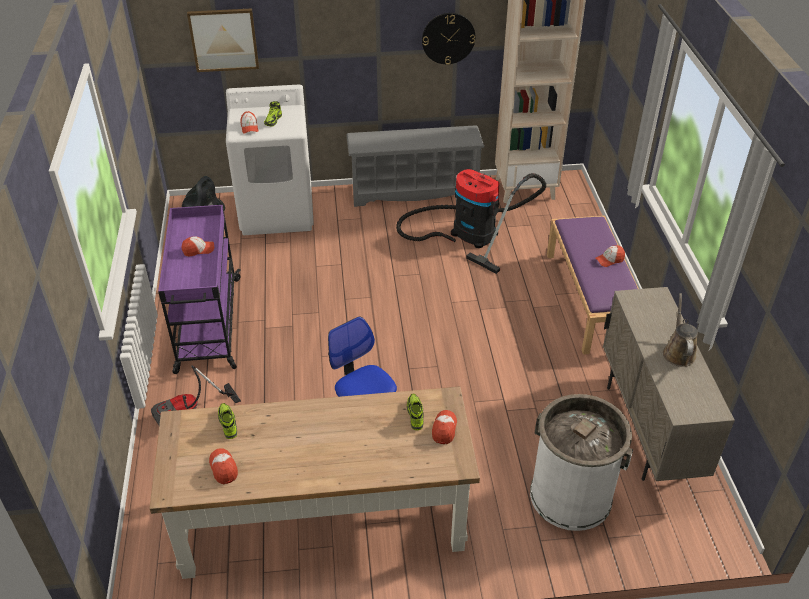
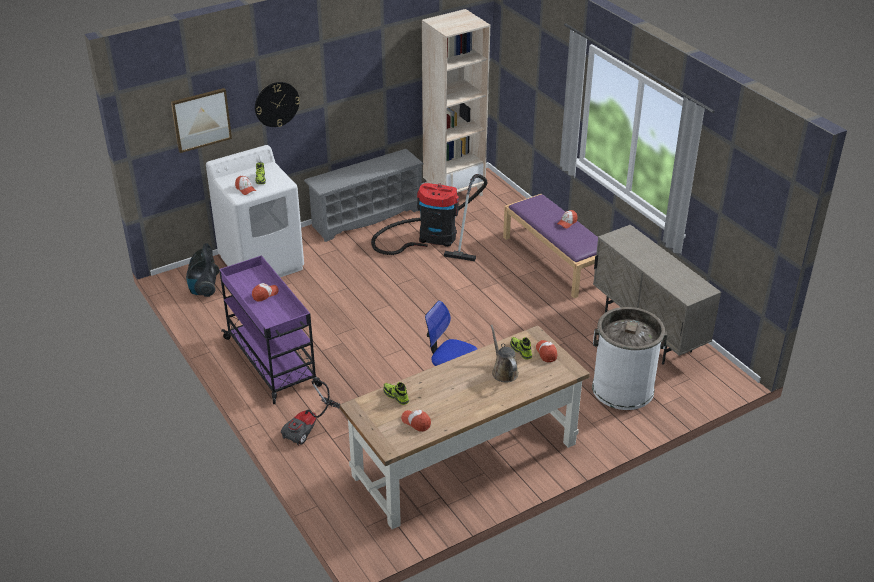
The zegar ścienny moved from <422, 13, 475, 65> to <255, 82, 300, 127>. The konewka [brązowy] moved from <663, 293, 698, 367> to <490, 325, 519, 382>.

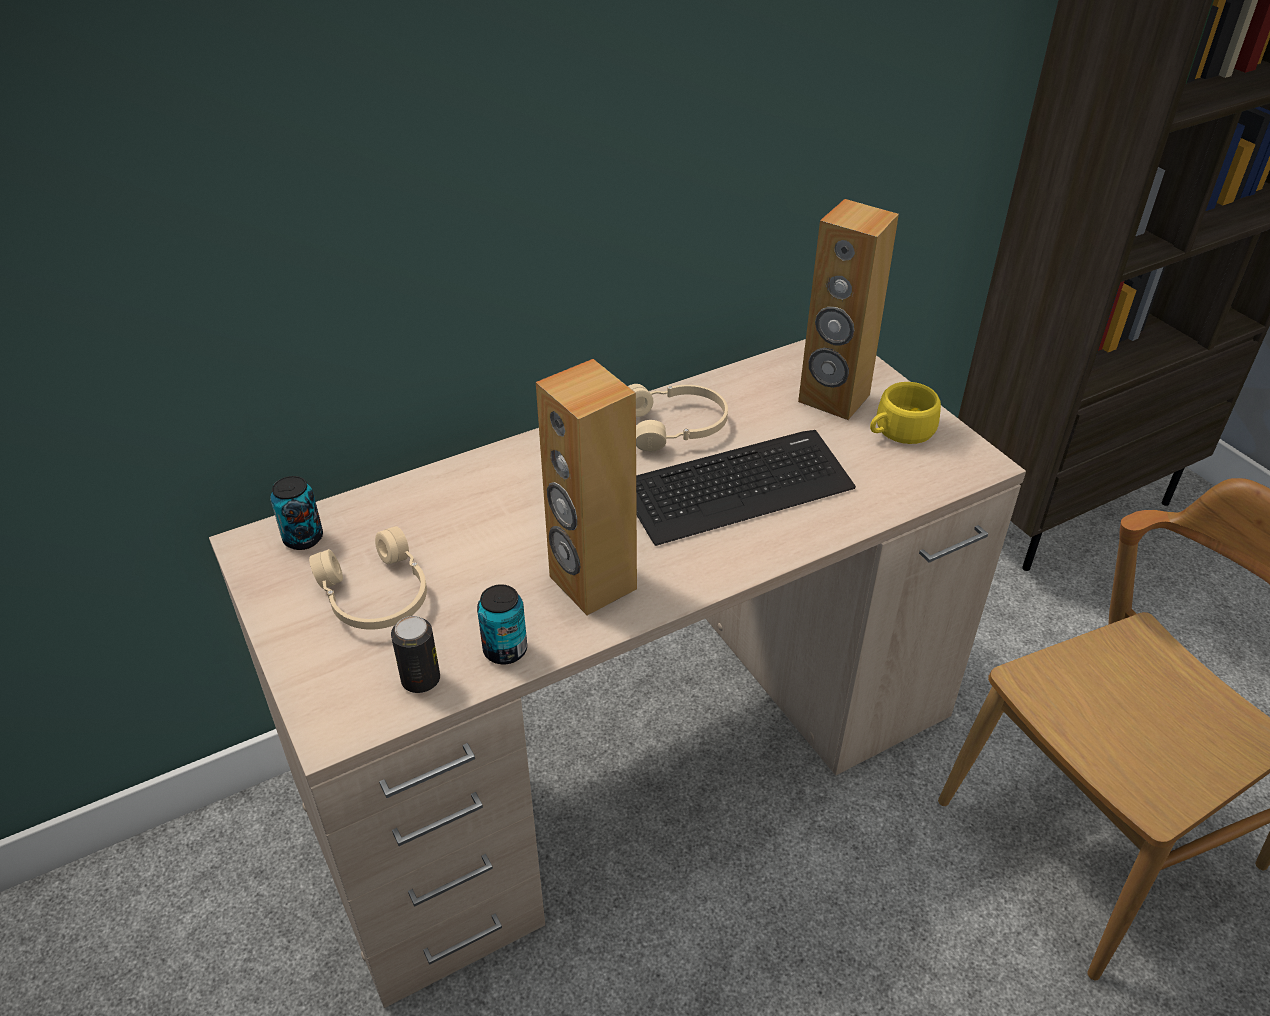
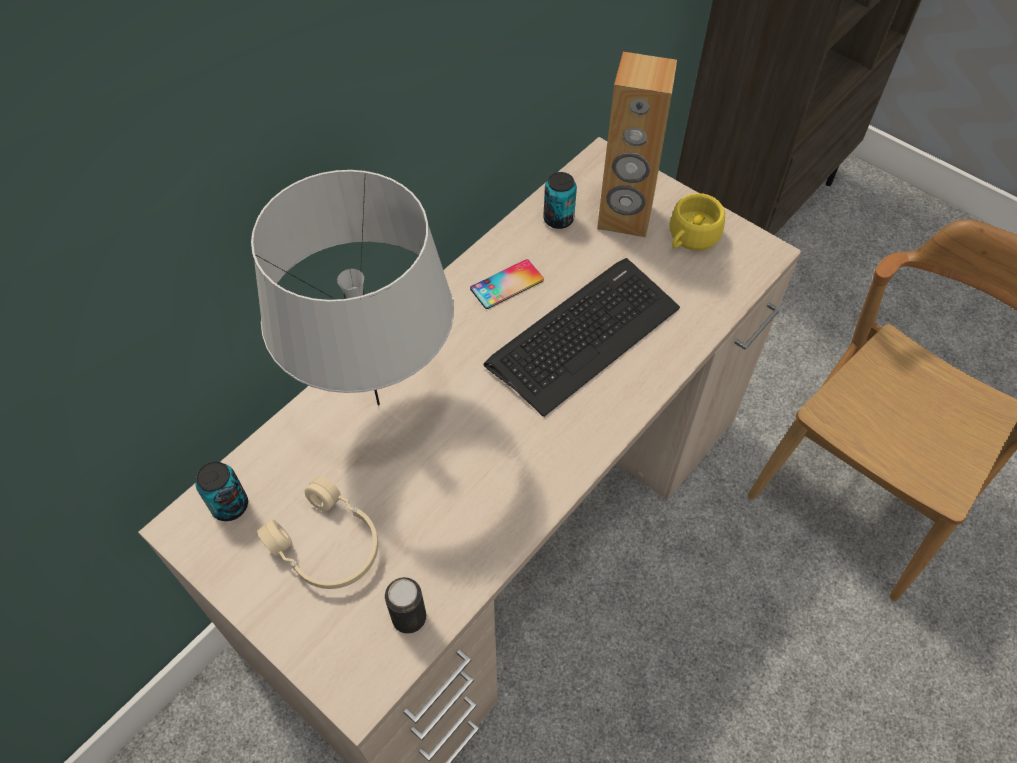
The puszka moved from <477, 584, 527, 664> to <543, 172, 577, 229>. The głośnik [brązowy] at <536, 359, 637, 615> disappeared. The słuchawki [beżowy] at <628, 384, 728, 451> was replaced by the telefon at <470, 259, 544, 309>. The lampa stołowa [szary] at <251, 170, 454, 406> appeared.

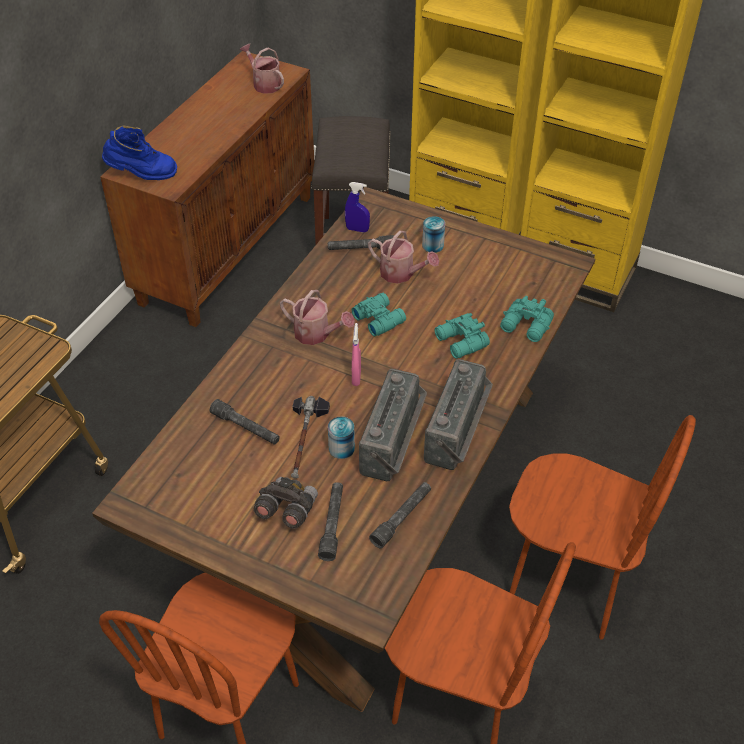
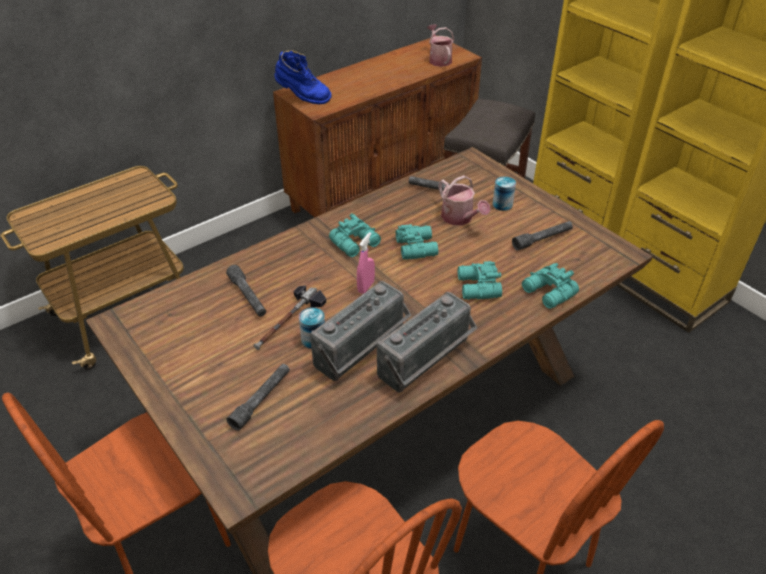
The lornetka [szary] at <254, 477, 318, 529> disappeared. The konewka at <280, 290, 355, 345> was replaced by the lornetka [turkusowy] at <329, 213, 381, 257>. The spryskiwacz [niebieski] at <345, 182, 370, 232> disappeared. The latarka [szary] moved from <369, 482, 431, 548> to <512, 221, 573, 251>.

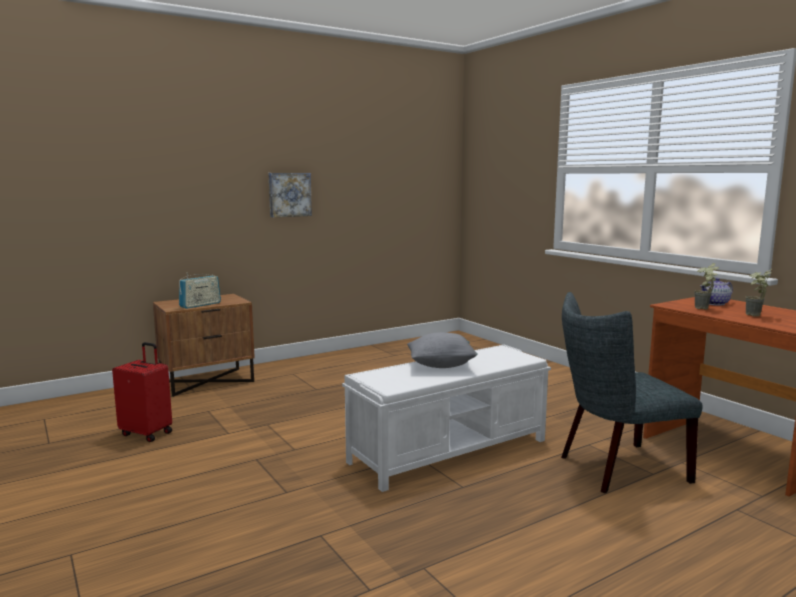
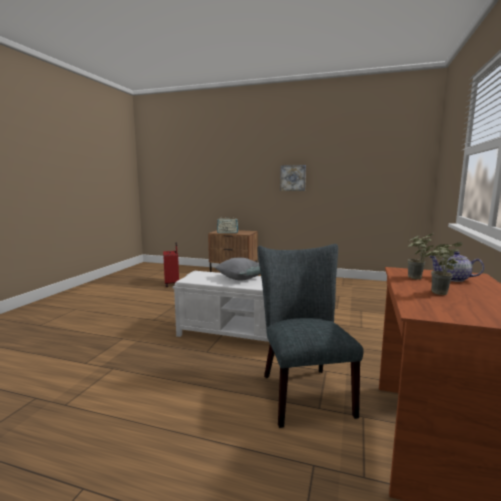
The krzesło [szary] at <561, 292, 703, 493> turned 45 degrees clockwise.

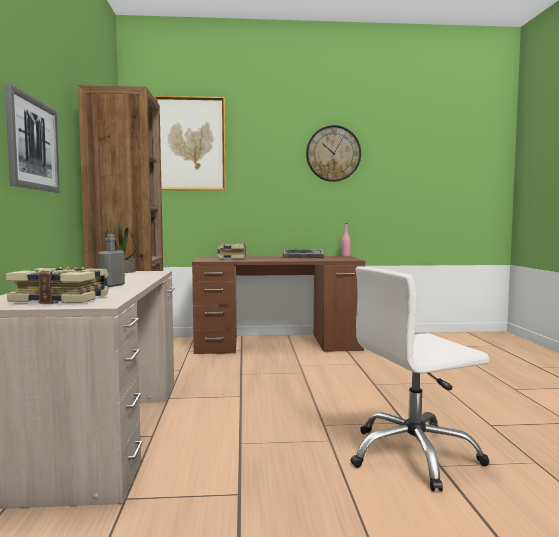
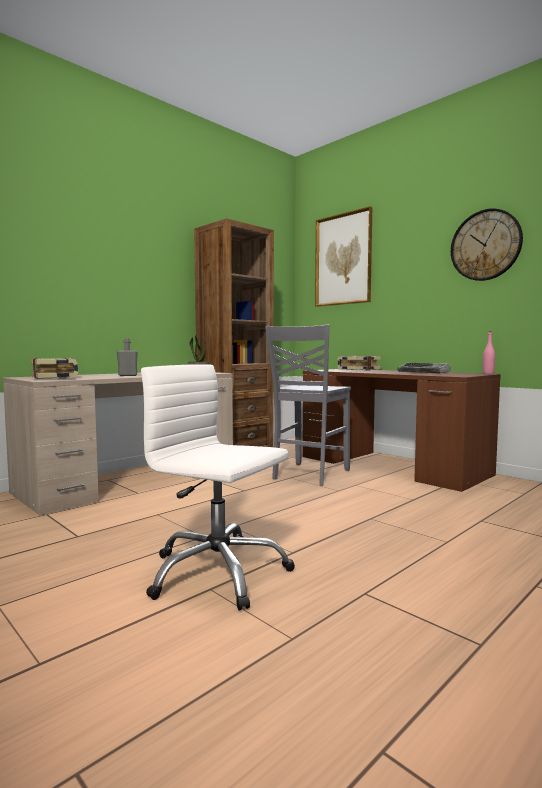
The obraz at <5, 83, 60, 193> disappeared. The krzesło [szary] at <265, 324, 351, 486> appeared.

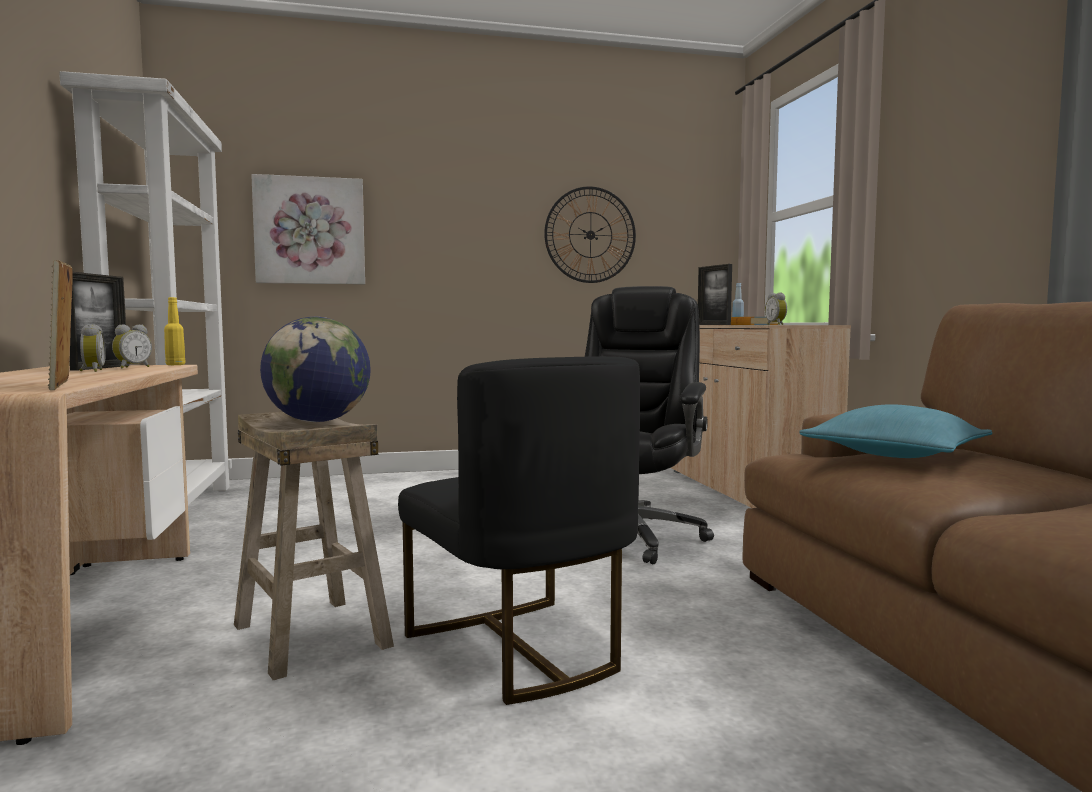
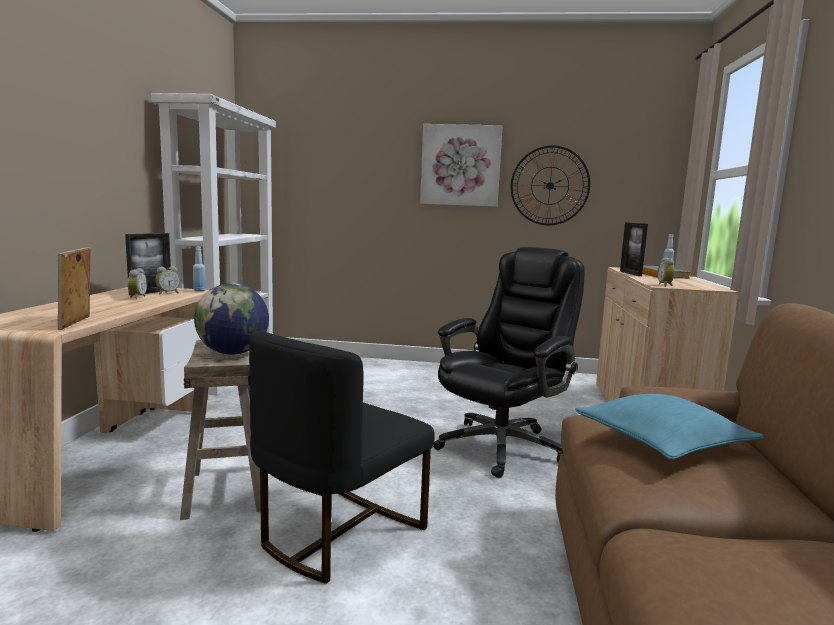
The butelka [żółty] at <164, 297, 185, 365> became the butelka [niebieski] at <193, 247, 206, 291>. The obraz moved from <251, 174, 365, 285> to <420, 124, 503, 207>. The krzesło [czarny] at <398, 356, 640, 705> turned 45 degrees clockwise.

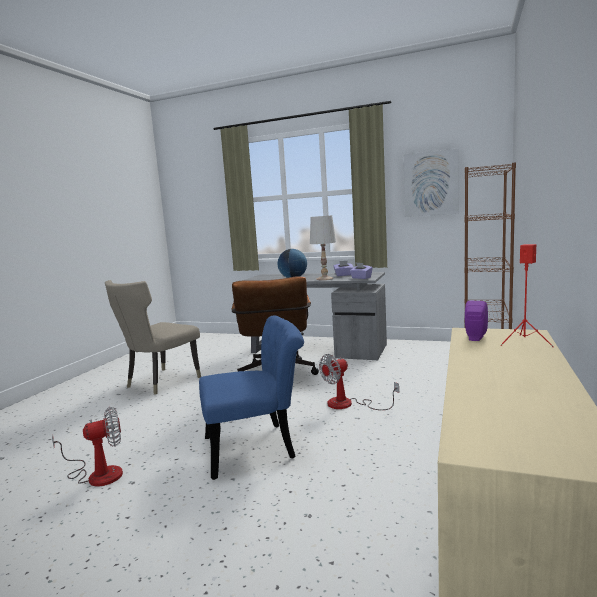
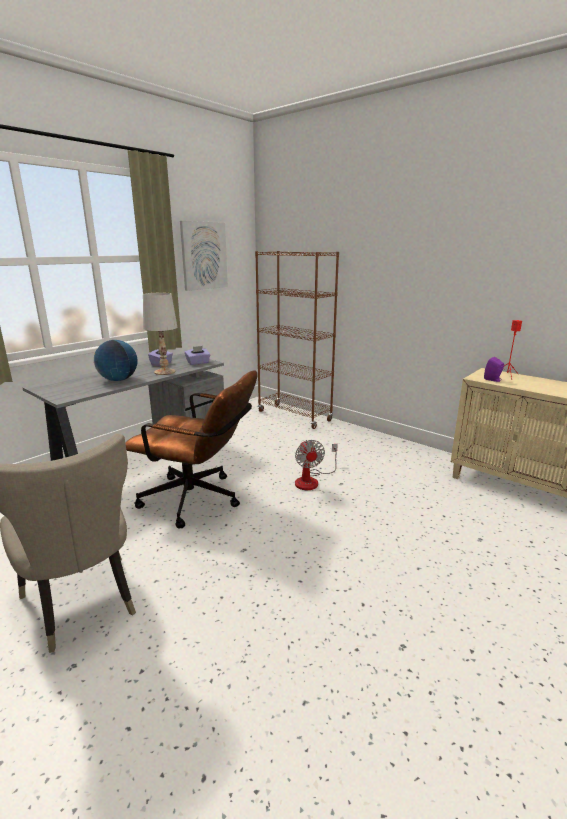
The wentylator at <52, 407, 123, 487> disappeared. The krzesło [niebieski] at <199, 315, 304, 480> disappeared.

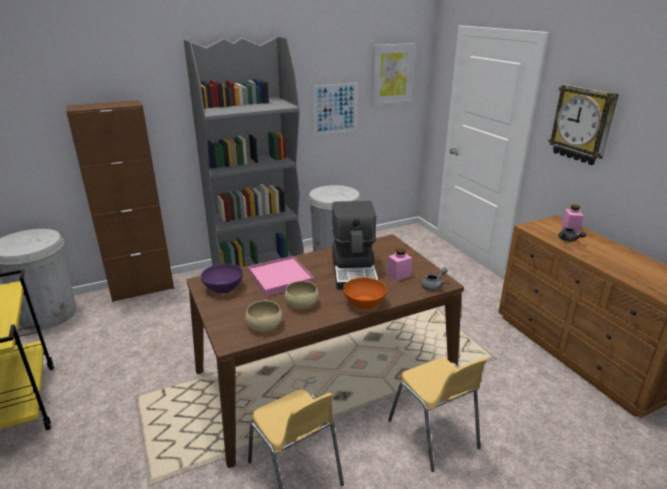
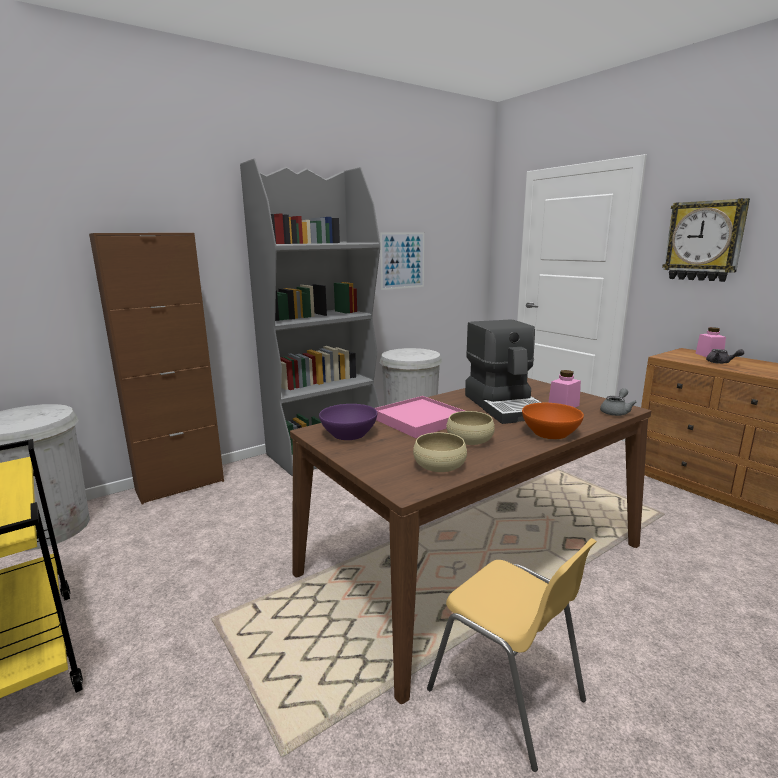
The obraz at <371, 43, 415, 106> disappeared. The krzesło [żółty] at <388, 358, 487, 472> disappeared.

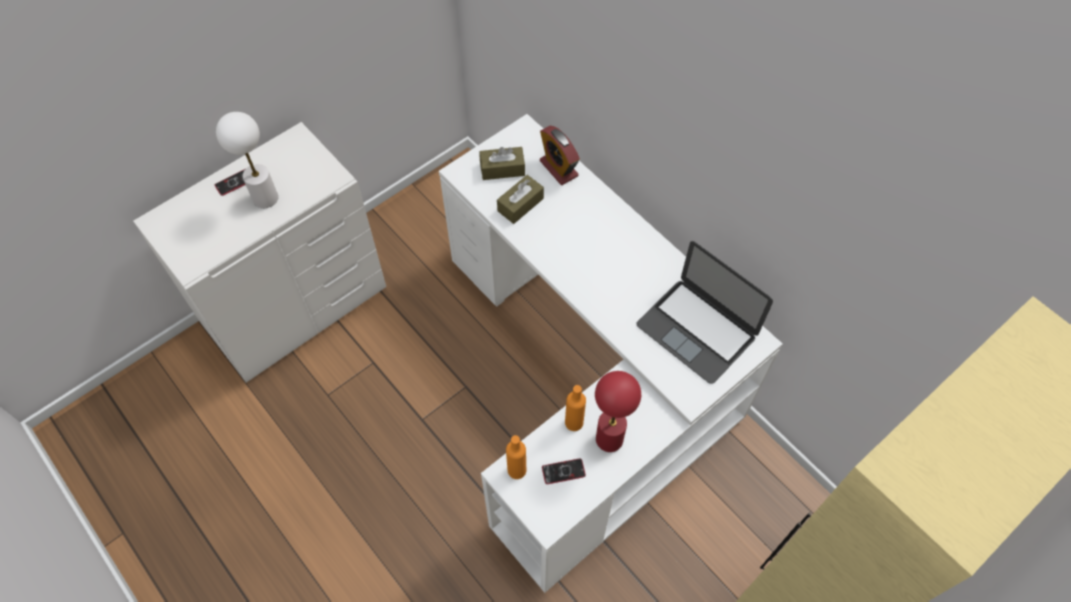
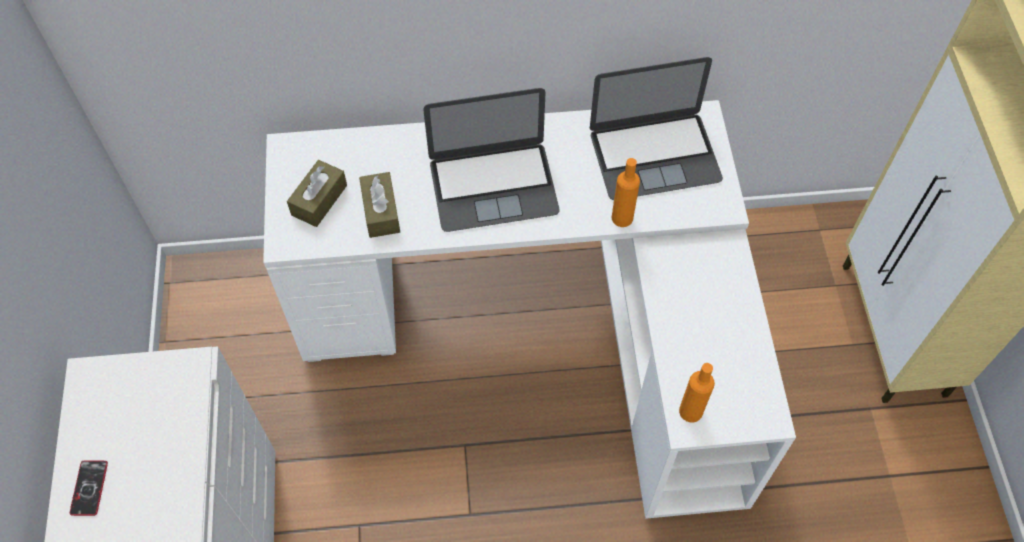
The lampa stołowa [biały] at <216, 112, 278, 208> disappeared. The budzik at <540, 126, 580, 185> disappeared. The telefon at <542, 458, 586, 484> disappeared. The butelka [pomarańczowy] moved from <565, 385, 586, 431> to <612, 158, 640, 227>. The lampa stołowa [czerwony] at <595, 371, 641, 452> disappeared. The laptop at <423, 88, 560, 232> appeared.

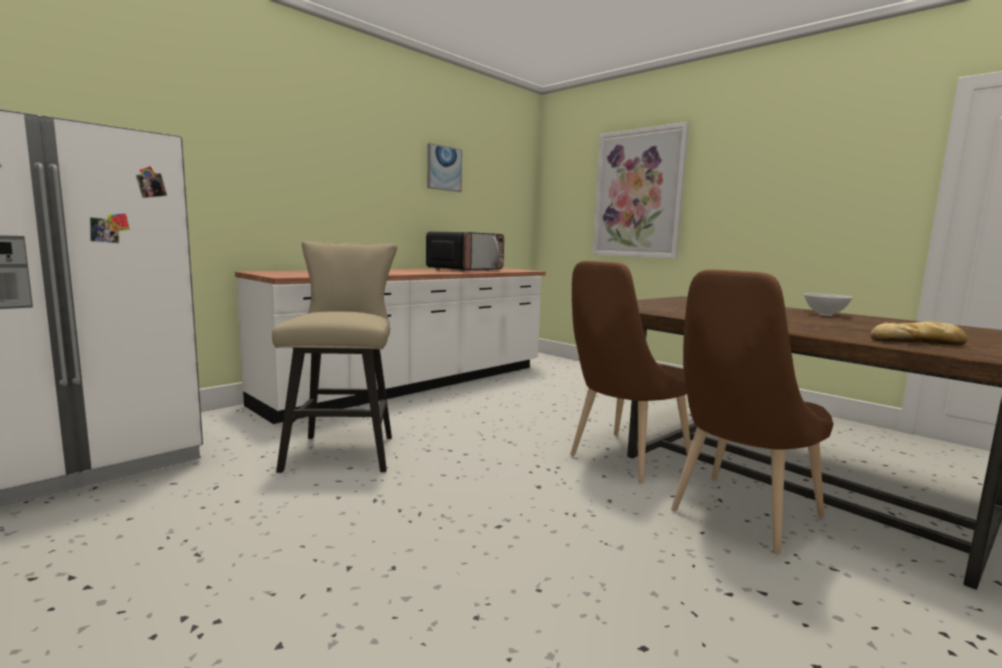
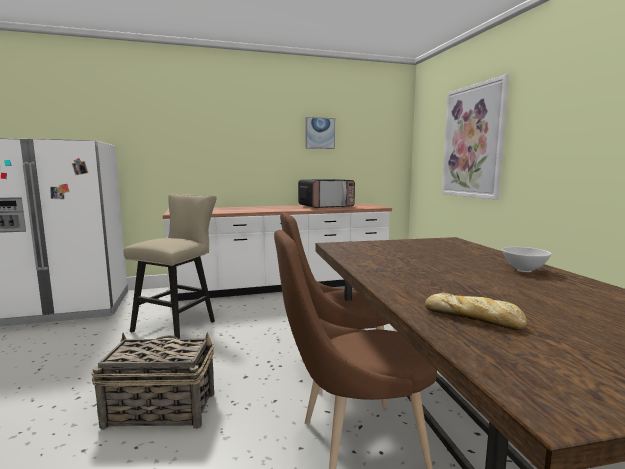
The koszyk at <91, 333, 214, 430> appeared.

